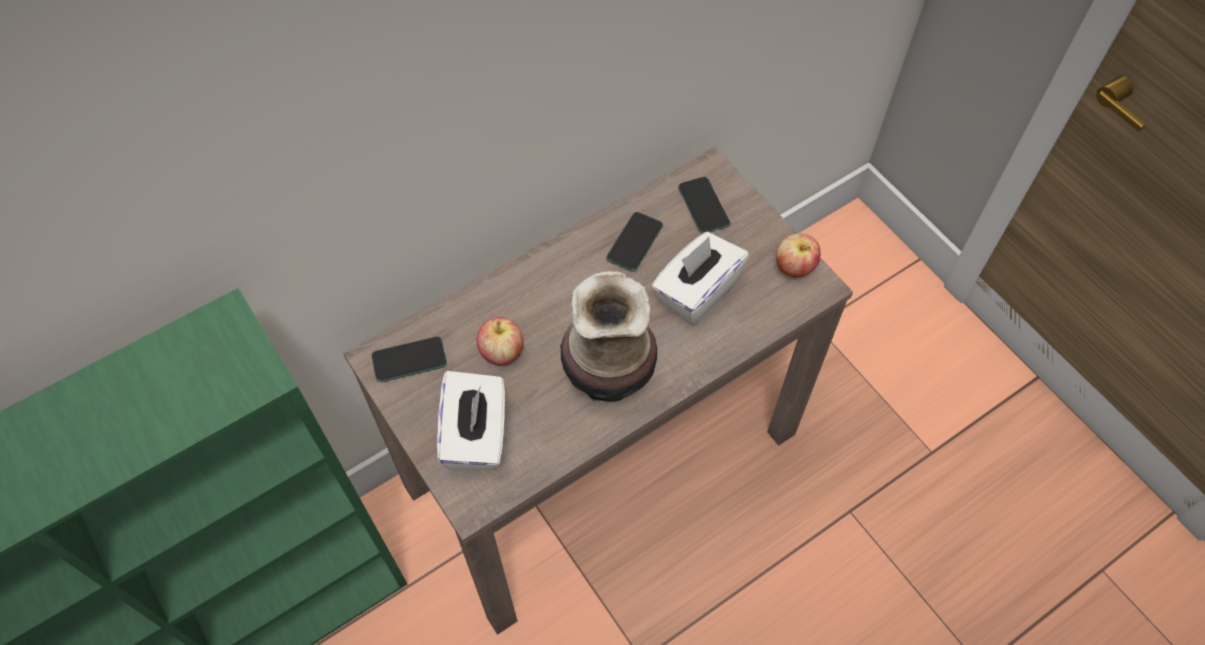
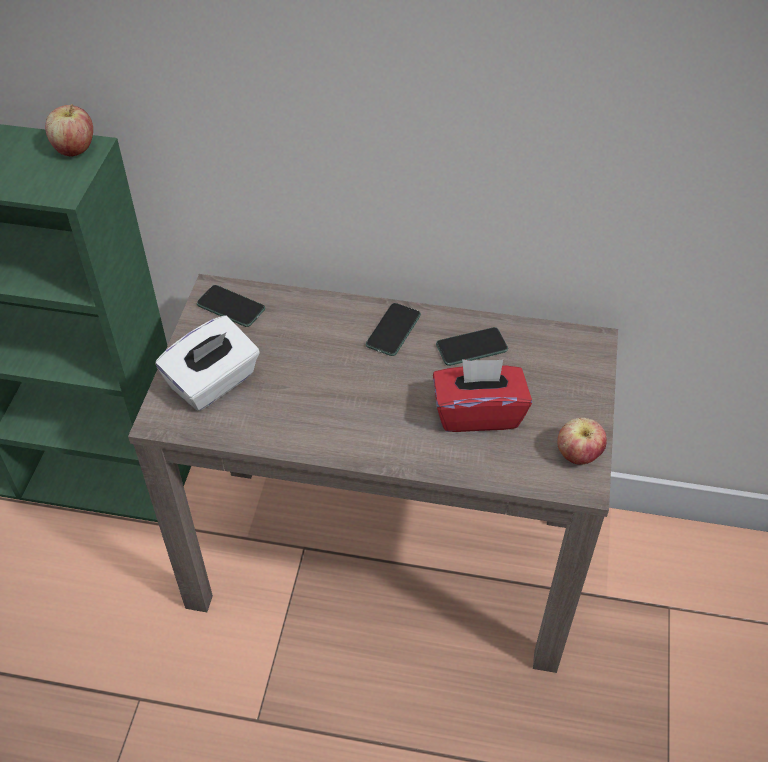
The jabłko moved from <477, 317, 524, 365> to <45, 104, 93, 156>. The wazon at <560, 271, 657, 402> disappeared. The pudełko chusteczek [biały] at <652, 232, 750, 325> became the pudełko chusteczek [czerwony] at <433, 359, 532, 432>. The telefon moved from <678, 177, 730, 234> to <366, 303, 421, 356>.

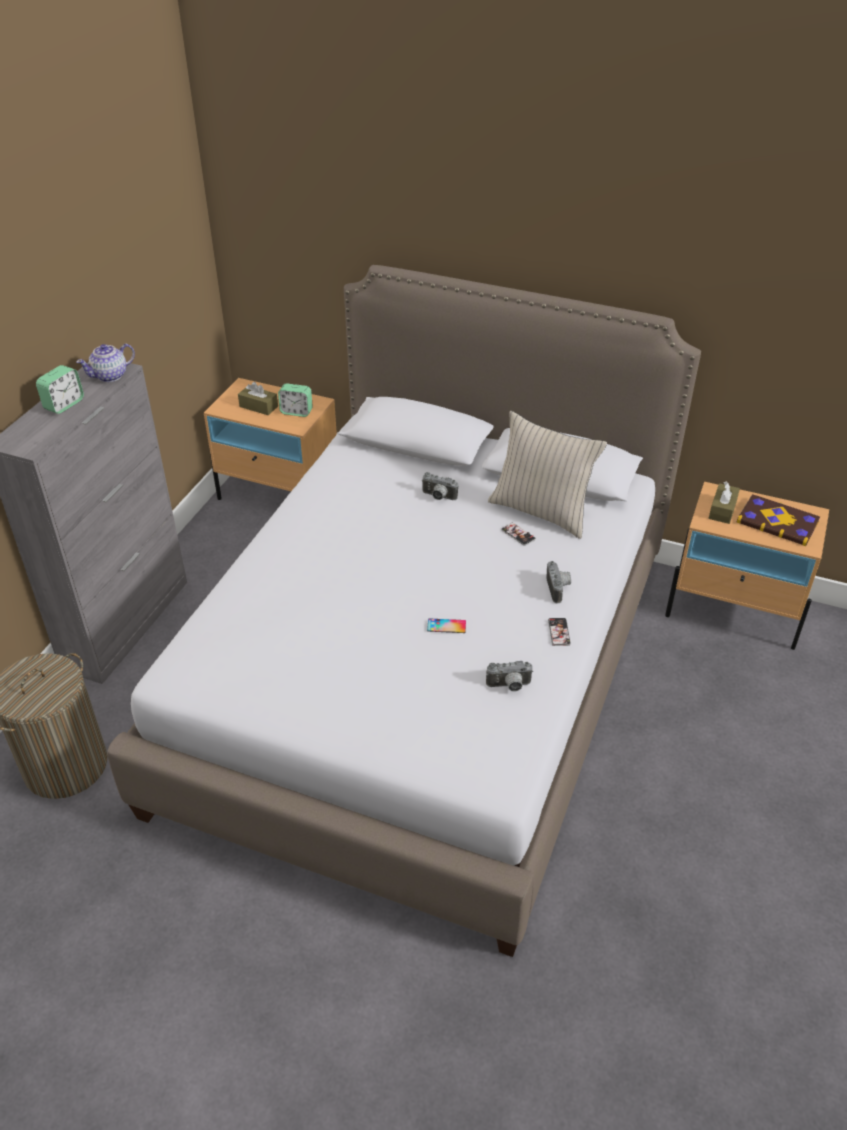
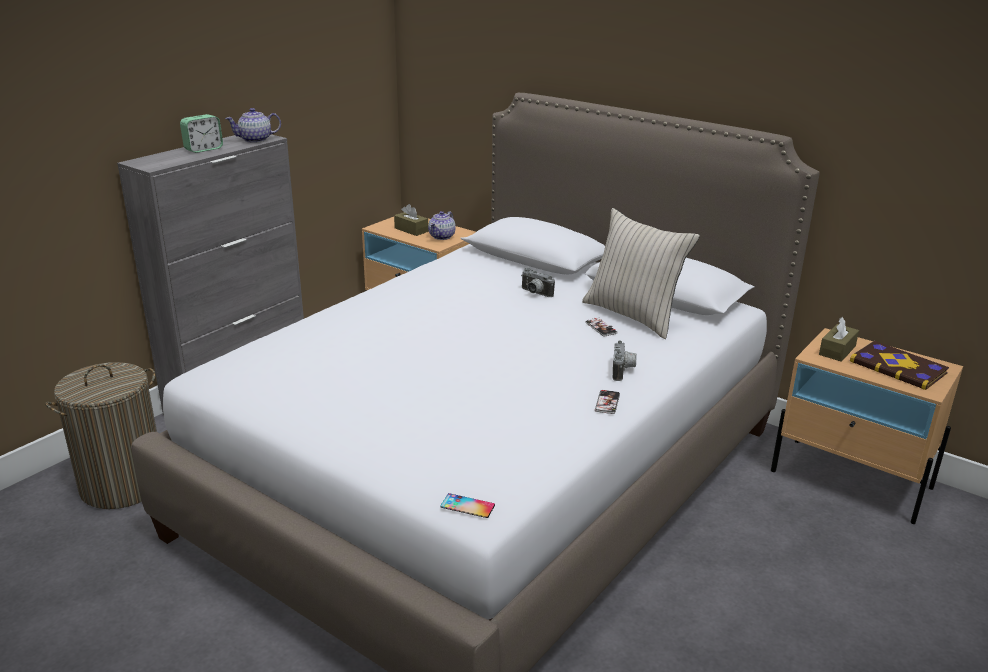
The budzik at <278, 383, 313, 417> was replaced by the imbryk at <428, 211, 456, 240>. The telefon moved from <427, 618, 466, 633> to <440, 493, 495, 518>. The aparat fotograficzny at <486, 661, 533, 692> disappeared.

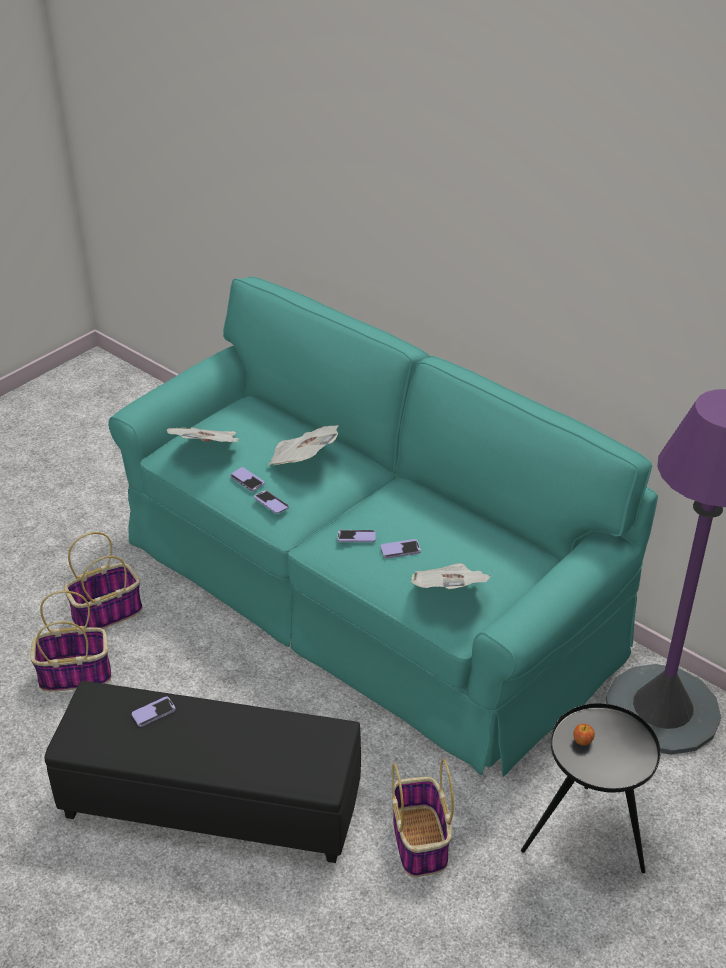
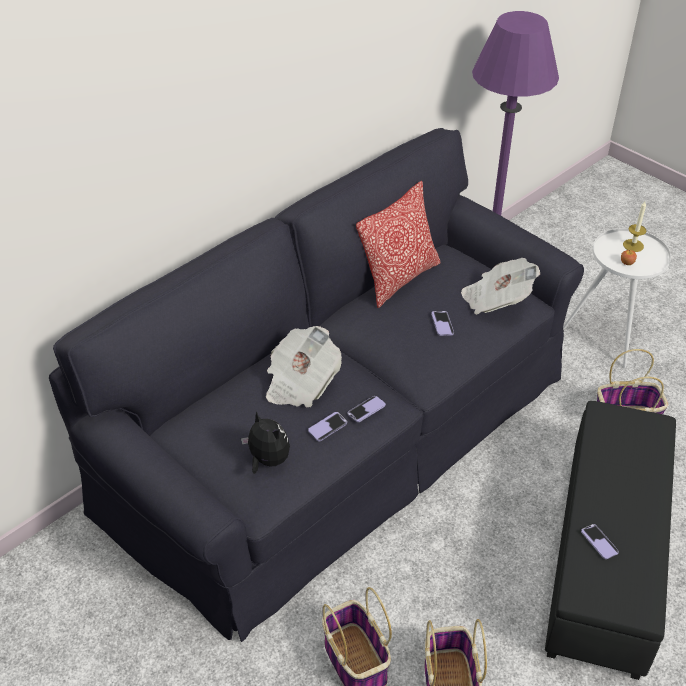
The kanapa [turkusowy] at <108, 277, 658, 777> became the kanapa [czarny] at <49, 128, 584, 642>. The gazeta at <167, 427, 239, 442> was replaced by the pluszak at <241, 411, 290, 474>. The telefon at <338, 530, 376, 542> disappeared. The stolik [czarny] at <521, 703, 661, 873> became the stolik [biały] at <563, 228, 671, 368>. The poduszka at <356, 181, 440, 308> appeared. The świeca at <623, 201, 646, 252> appeared.

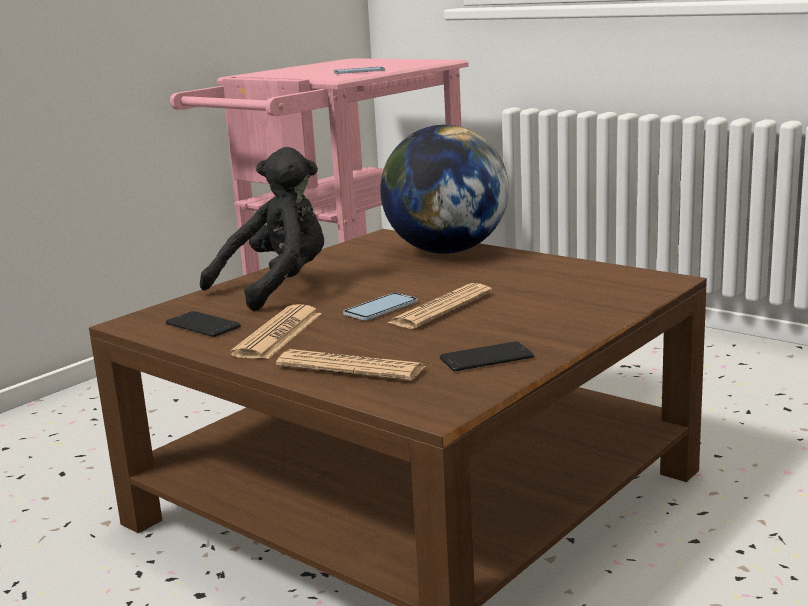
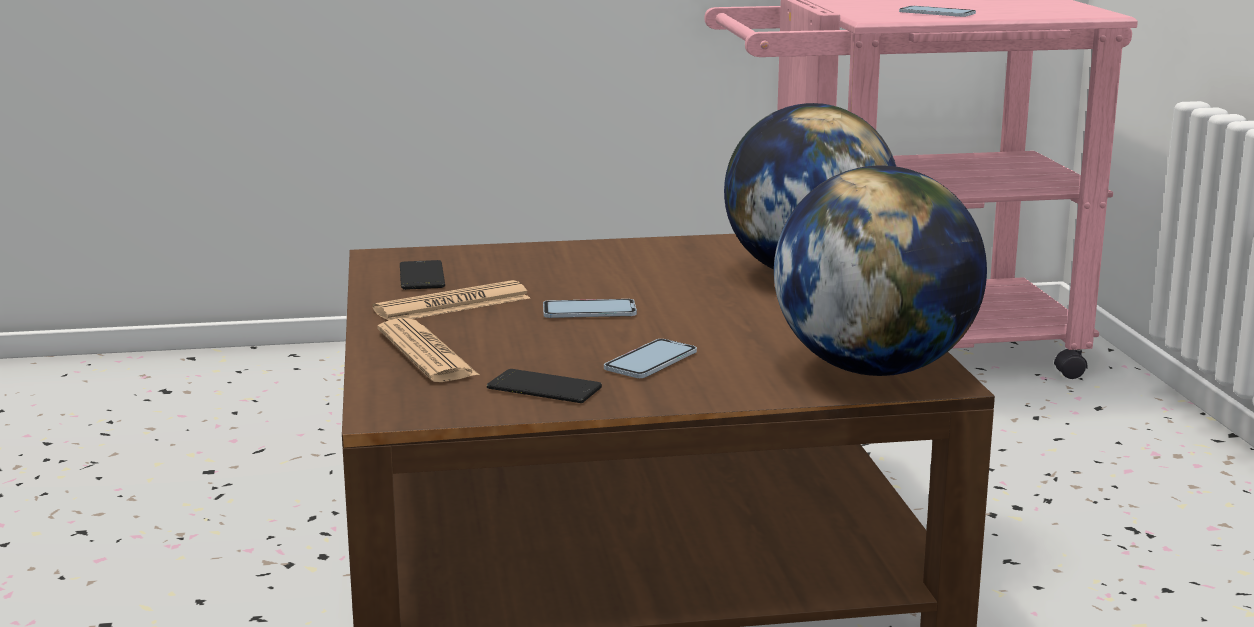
The pluszak [czarny] at <200, 147, 324, 311> disappeared. The gazeta at <388, 283, 492, 329> disappeared. The telefon at <604, 339, 697, 378> appeared. The globus at <774, 165, 987, 376> appeared.

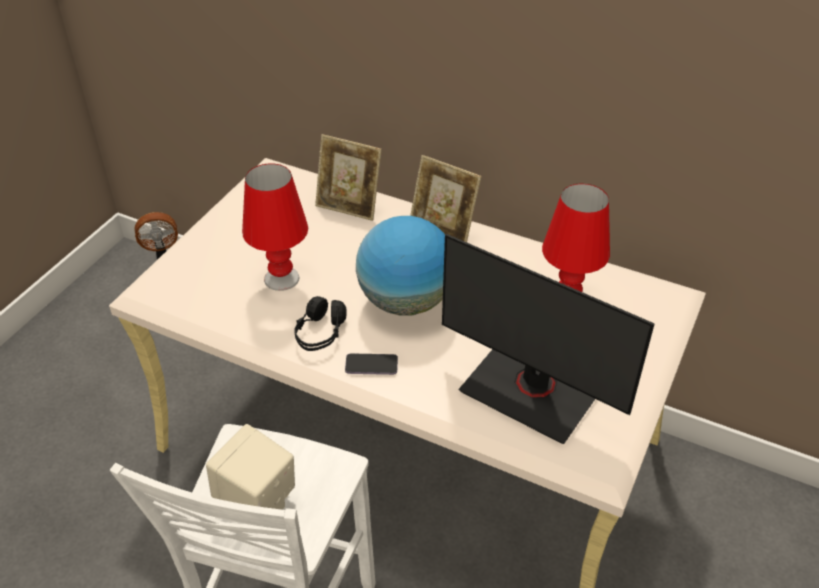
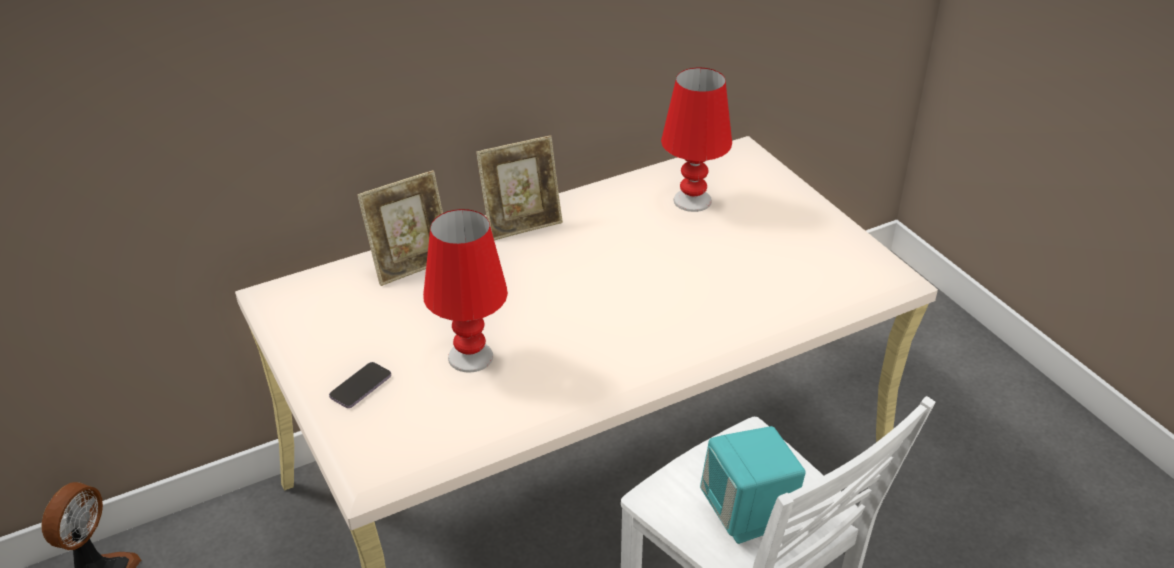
The głośnik [beżowy] at <206, 424, 295, 510> became the głośnik [turkusowy] at <700, 426, 806, 544>. The słuchawki [czarny] at <294, 296, 347, 351> disappeared. The telefon moved from <345, 353, 398, 375> to <329, 362, 391, 408>. The globus at <356, 216, 445, 315> disappeared. The monitor at <442, 234, 655, 444> disappeared.

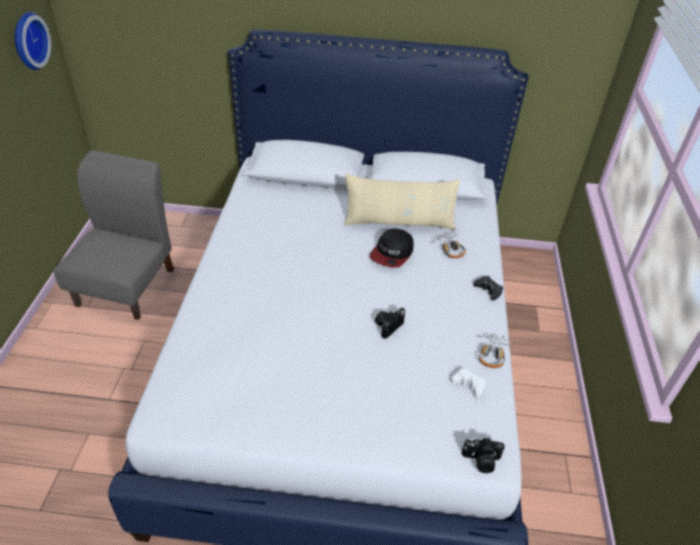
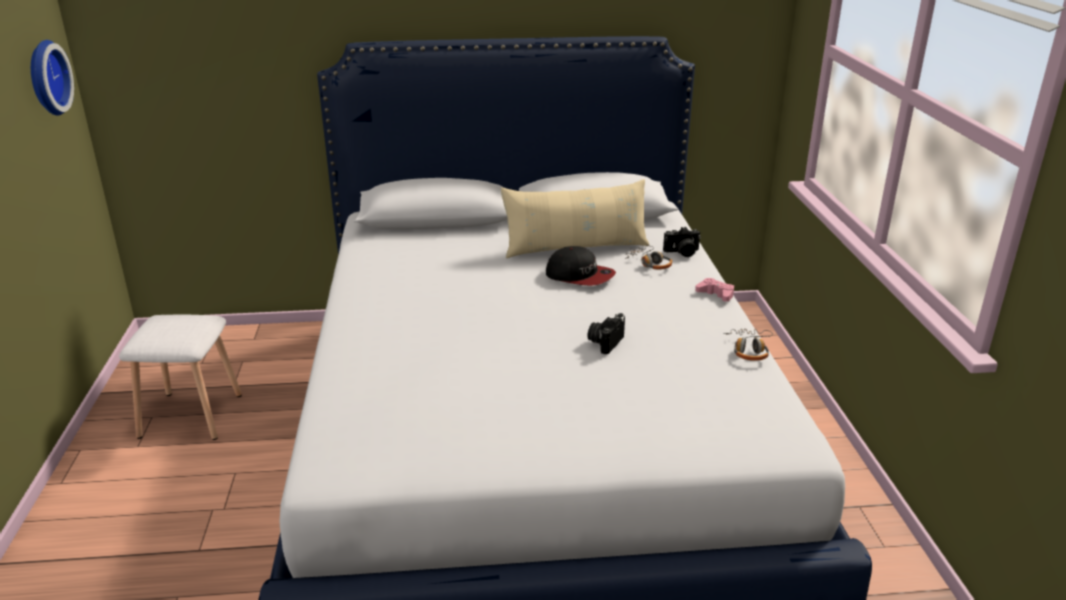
The krzesło [szary] at <53, 150, 174, 320> was replaced by the stołek [biały] at <119, 315, 242, 440>. The czapka z daszkiem at <370, 228, 414, 268> turned 75 degrees counterclockwise. The pad do gier [biały] at <451, 368, 486, 398> disappeared. The aparat fotograficzny moved from <462, 437, 505, 473> to <663, 227, 701, 257>. The pad do gier [czarny] at <473, 276, 503, 301> became the pad do gier [różowy] at <695, 278, 734, 302>.

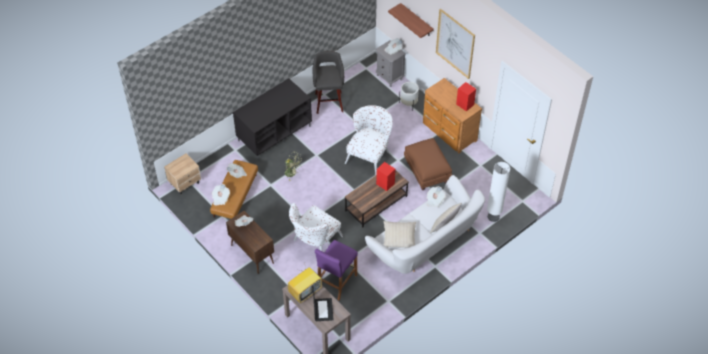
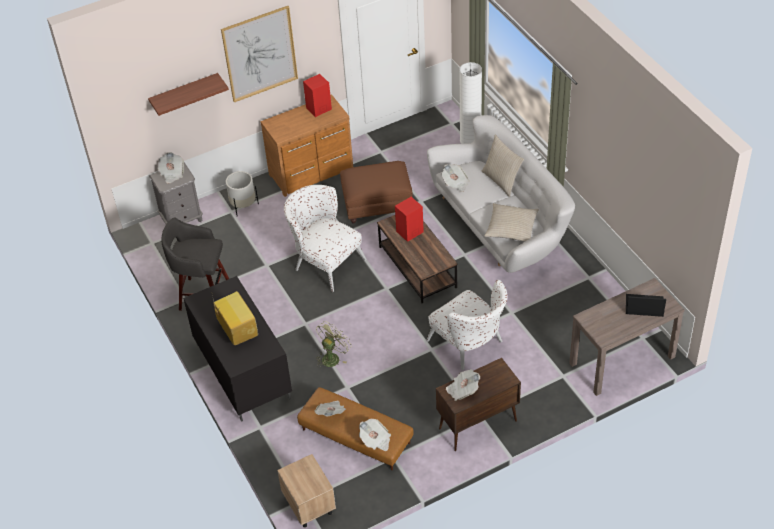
The telewizor moved from <288, 267, 322, 303> to <212, 291, 258, 345>. The stołek [fioletowy] at <315, 240, 358, 301> disappeared.

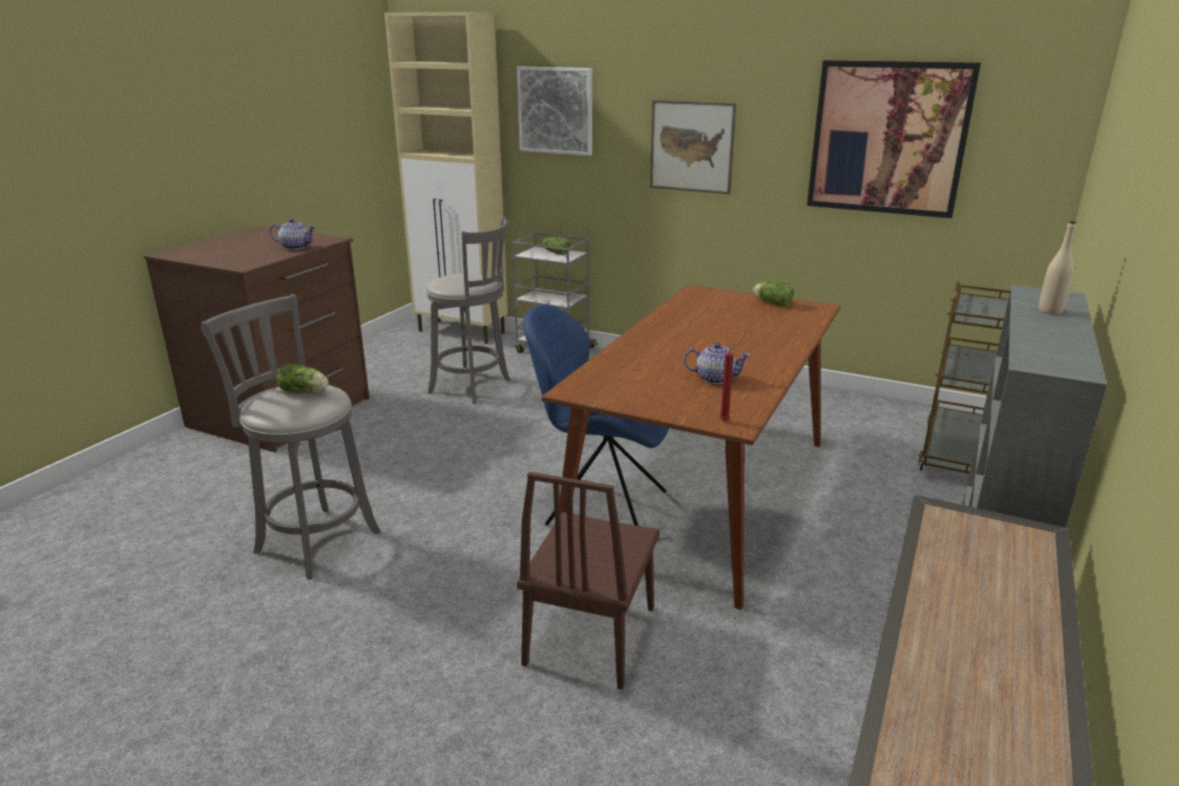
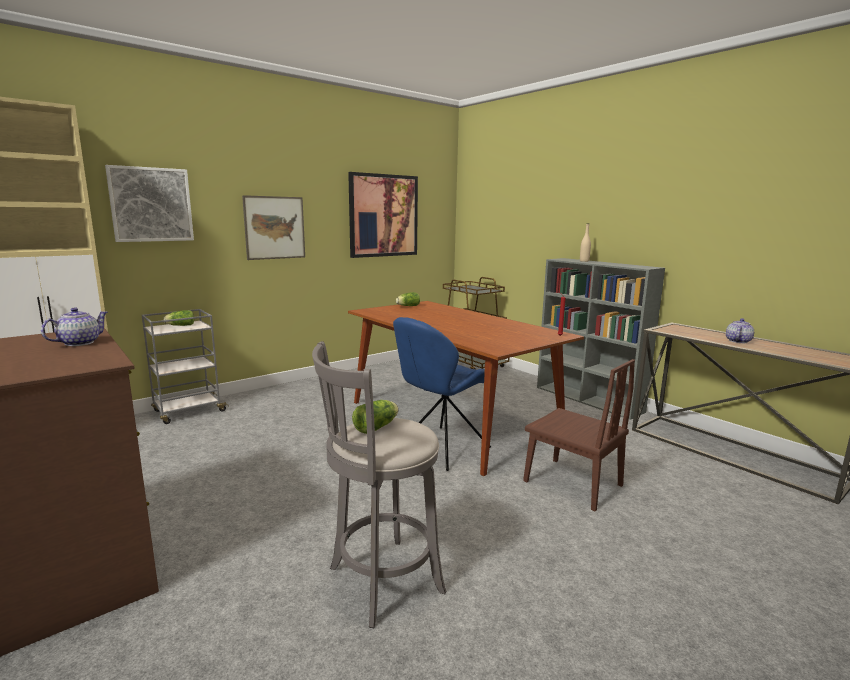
The stołek [szary] at <426, 217, 510, 404> disappeared. The imbryk moved from <684, 343, 750, 384> to <726, 318, 754, 343>.

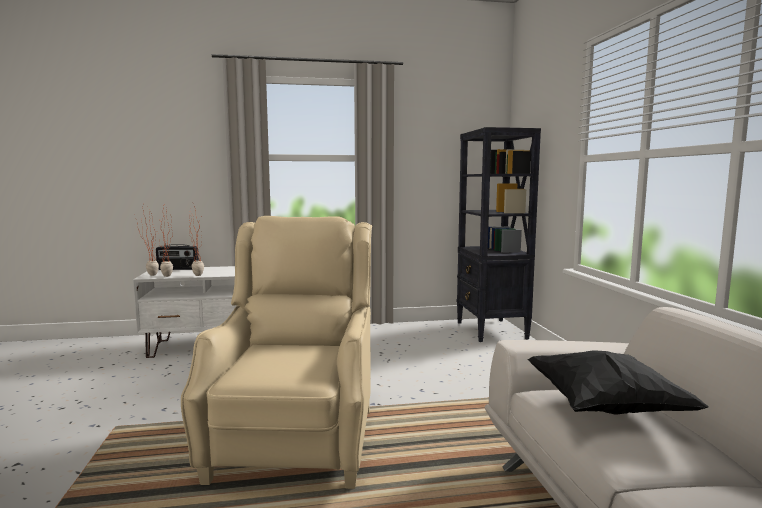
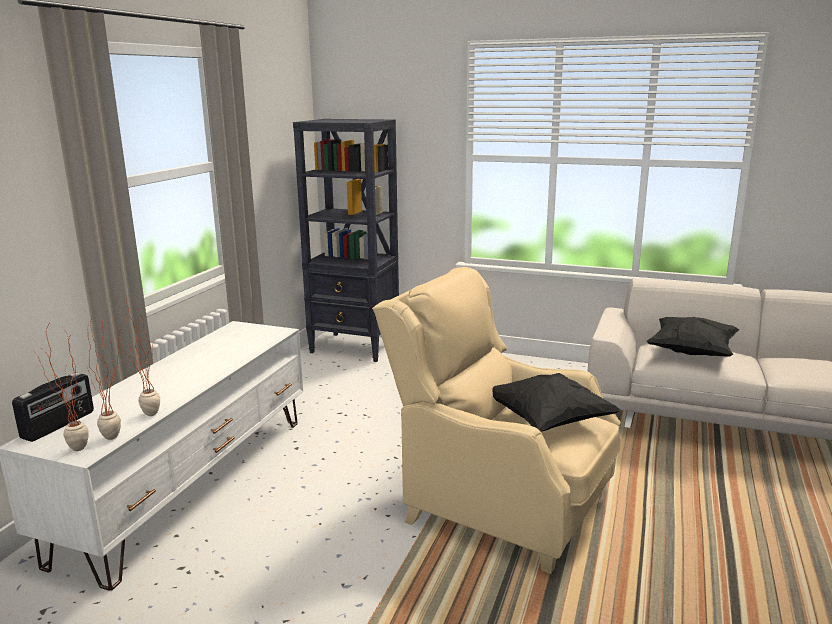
The poduszka [czarny] at <492, 373, 621, 431> appeared.

